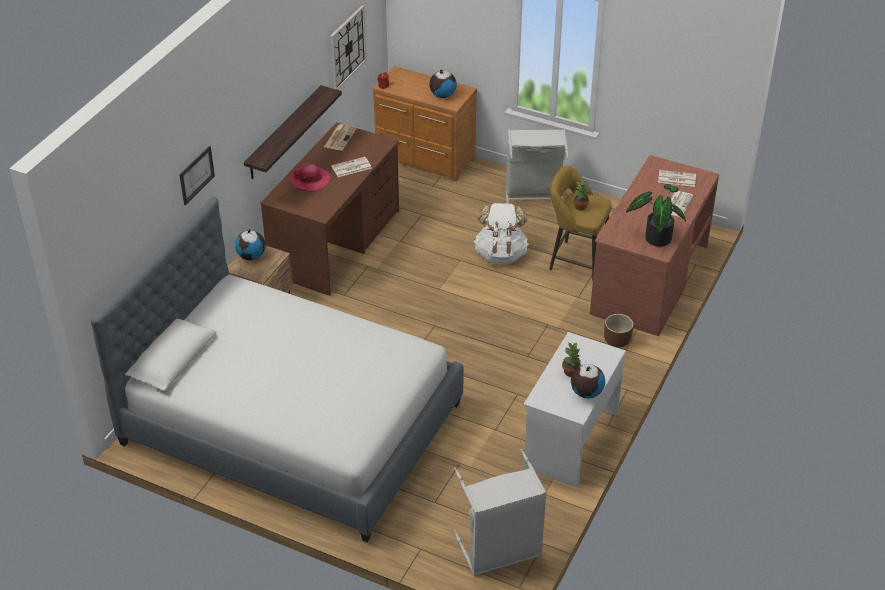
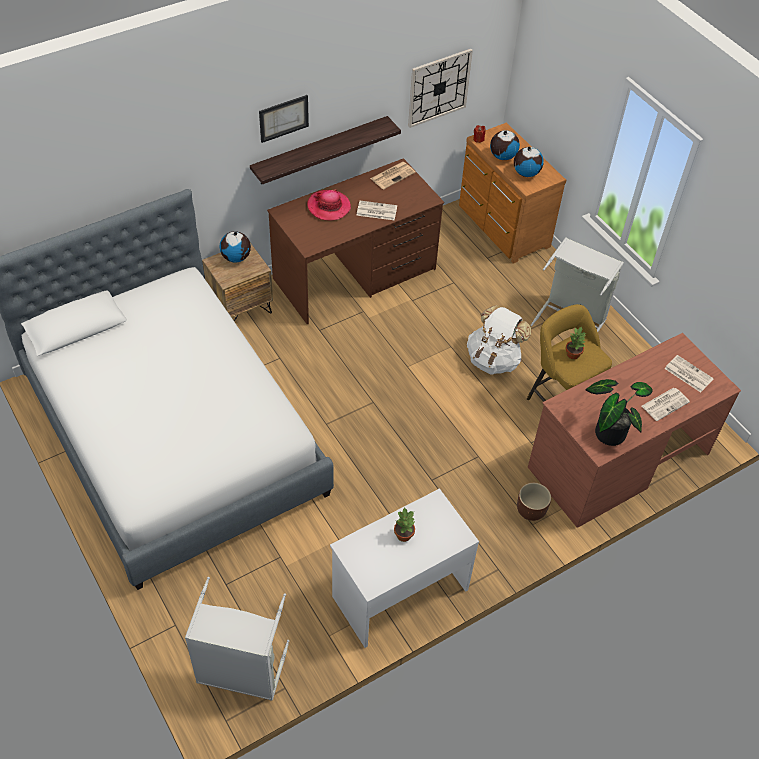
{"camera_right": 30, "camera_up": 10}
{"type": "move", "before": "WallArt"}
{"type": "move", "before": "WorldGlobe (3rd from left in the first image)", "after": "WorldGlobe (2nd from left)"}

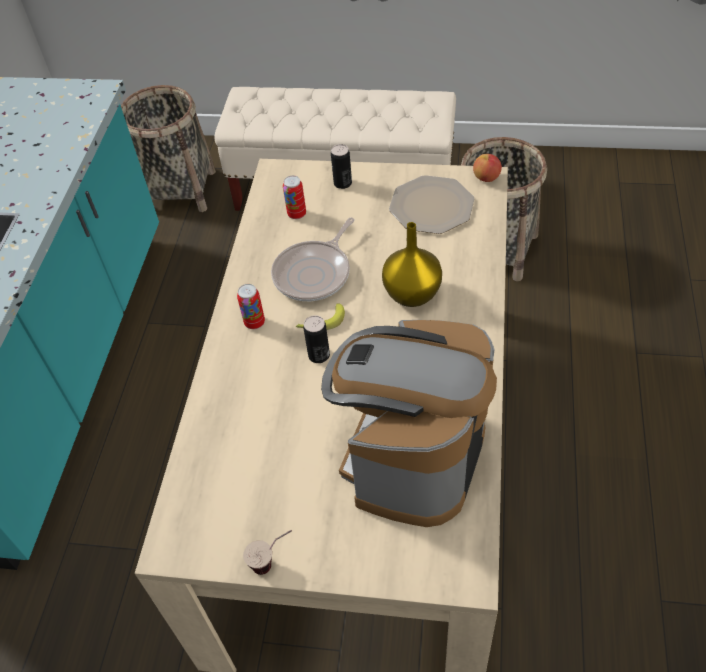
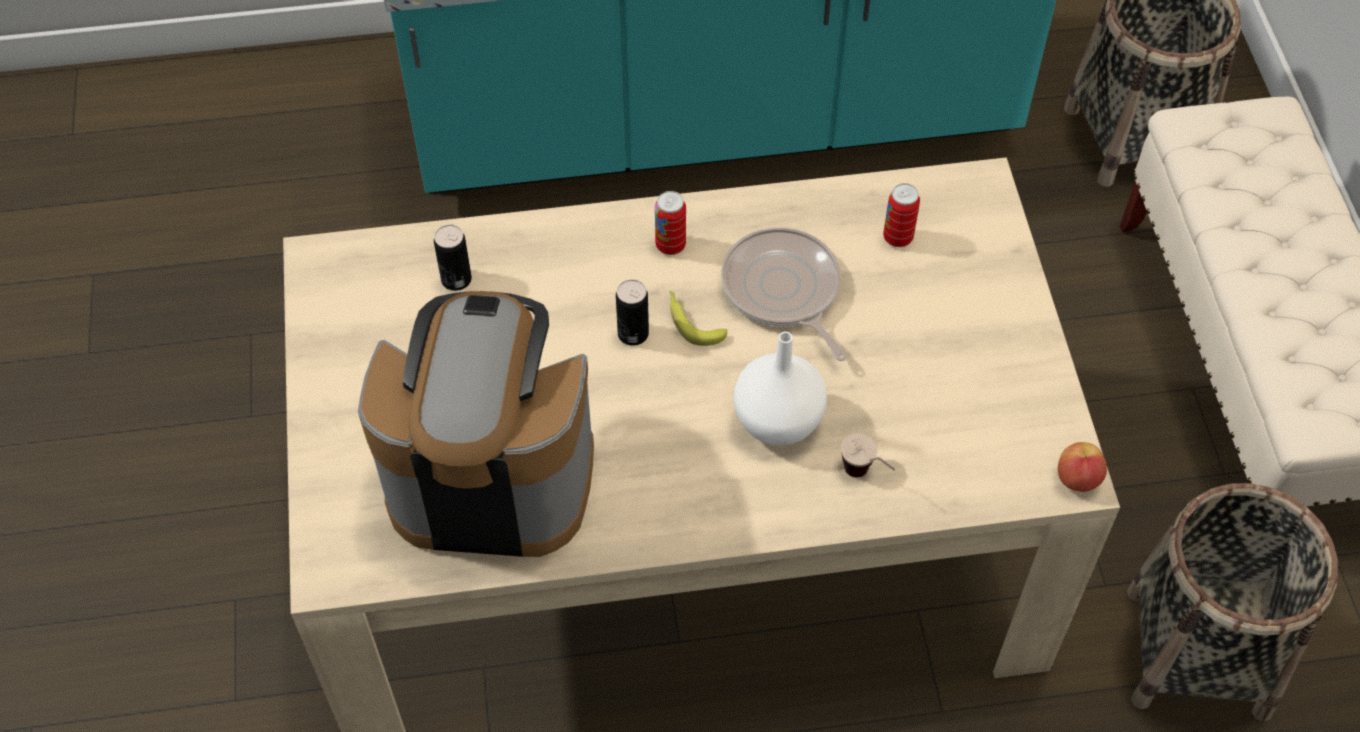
{"camera_right": 70, "camera_up": 5}
{"type": "move", "before": "Cup"}
{"type": "rotate", "before": "Skillet", "turn": 45}
{"type": "move", "before": "SealedCan (4th from left in the first image)", "after": "SealedCan (1st from left)"}
{"type": "recolor", "before": "YellowColouredFlowerVase", "after": "WhitishFlowerVase"}
{"type": "delete", "before": "DinnerPlate"}

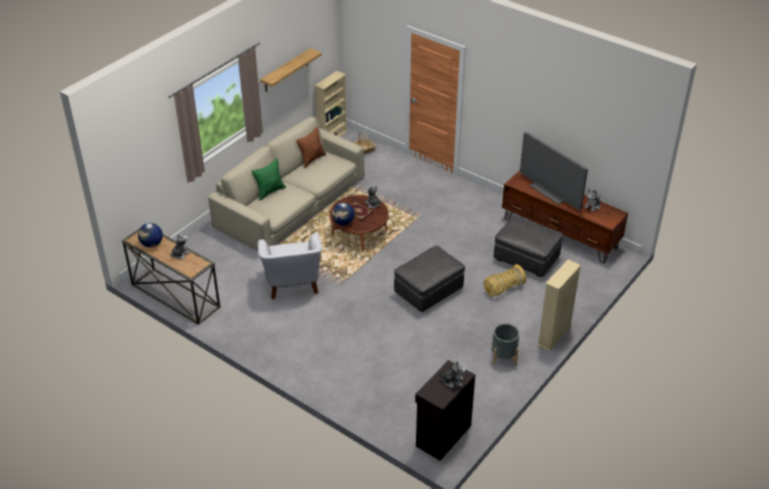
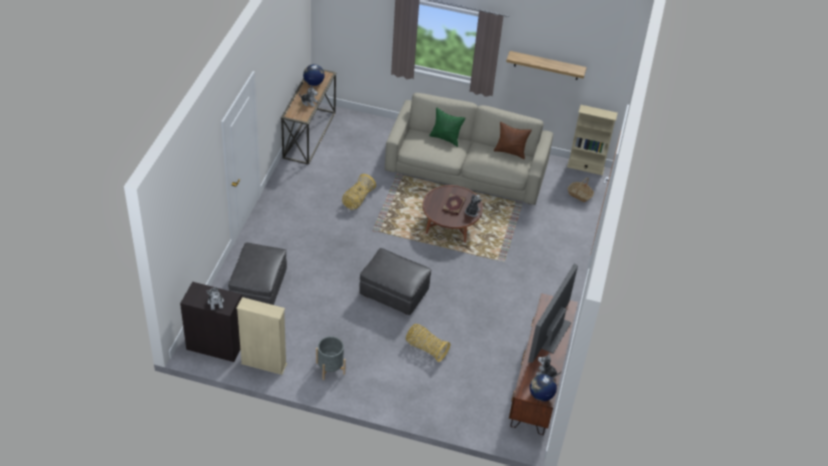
{"camera_right": 65, "camera_up": 5}
{"type": "replace", "before": "WhitishLoungeChair", "after": "HouseholdBasket (1st from left)"}
{"type": "move", "before": "WorldGlobe (2nd from left)"}
{"type": "move", "before": "GreyishFootrest (2nd from left in the first image)", "after": "GreyishFootrest (1st from left)"}
{"type": "move", "before": "BeigeShelvingUnit (2nd from left in the first image)", "after": "BeigeShelvingUnit (1st from left)"}

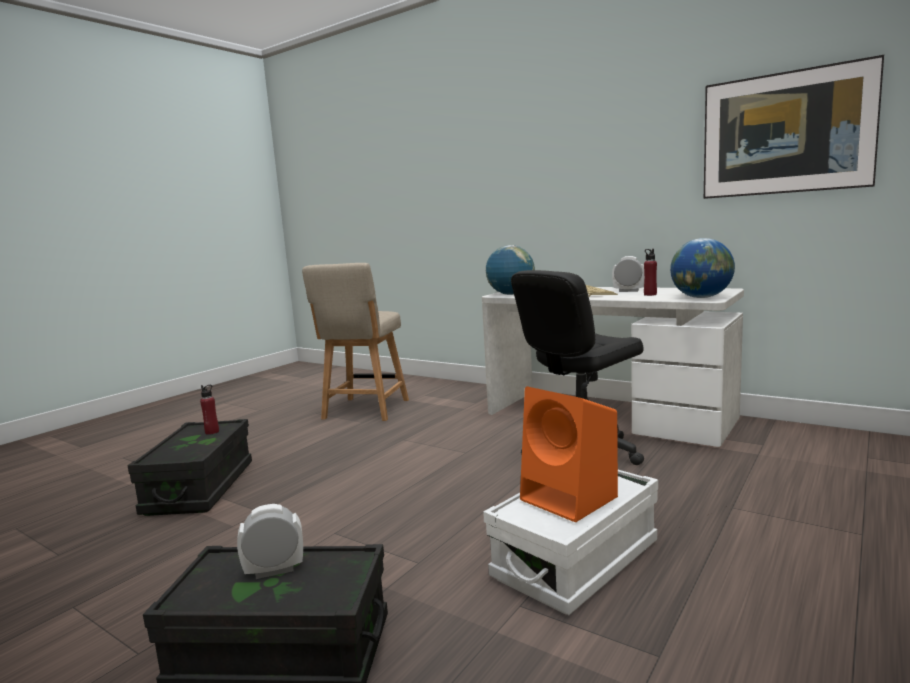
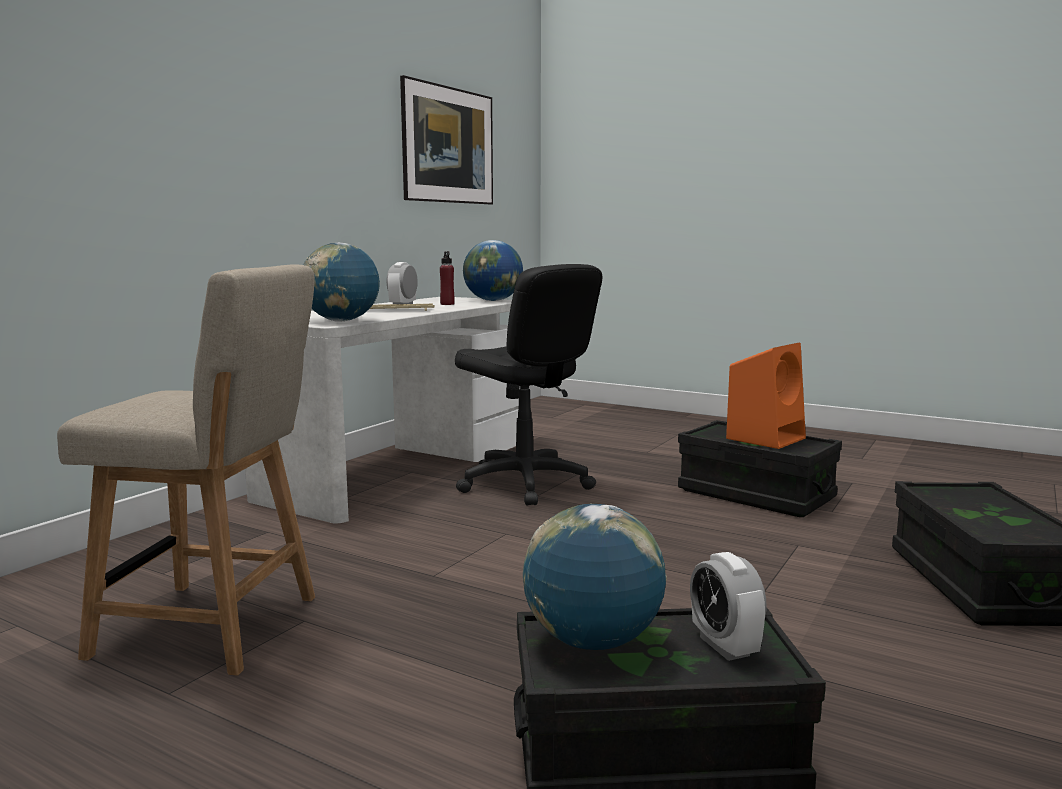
{"camera_right": -95, "camera_up": 0}
{"type": "replace", "before": "RedBottle (1st from left)", "after": "WorldGlobe (3rd from left)"}
{"type": "move", "before": "AlarmClock (1st from left in the first image)", "after": "AlarmClock (2nd from left)"}
{"type": "recolor", "before": "WhitishStorageBin", "after": "BlackStorageBin (2nd from left)"}

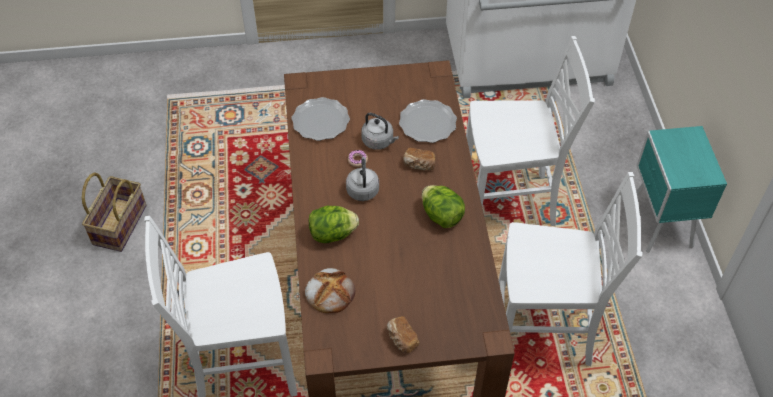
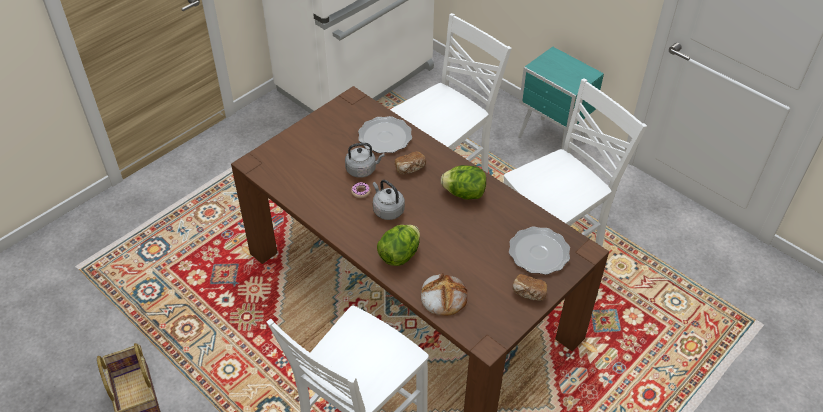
{"camera_right": -40, "camera_up": -5}
{"type": "move", "before": "DinnerPlate (1st from left in the first image)", "after": "DinnerPlate (2nd from left)"}

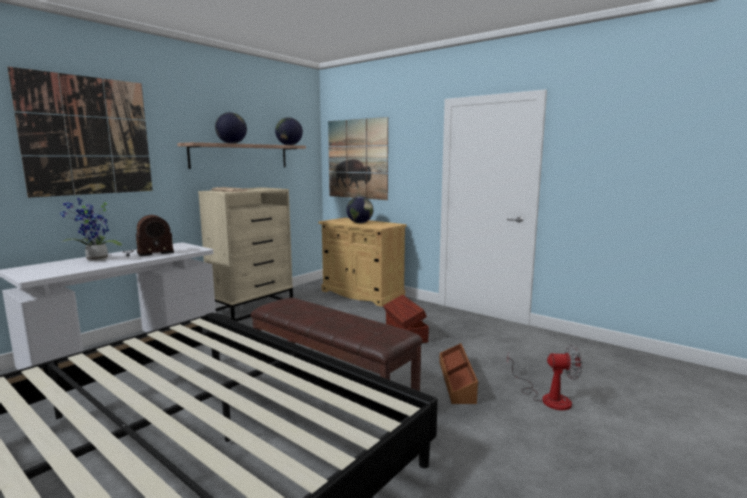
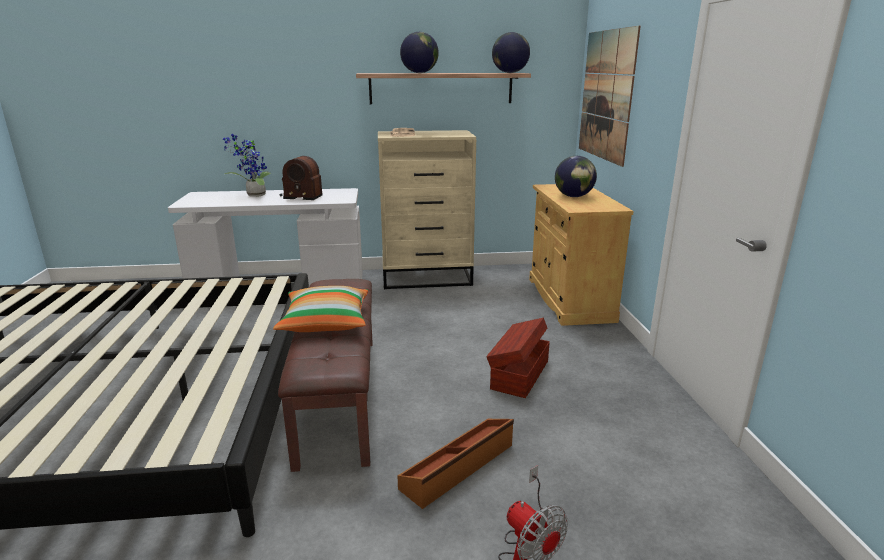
{"camera_right": 45, "camera_up": 10}
{"type": "delete", "before": "WallArt (1st from left)"}
{"type": "insert", "after": "ThrowPillow"}

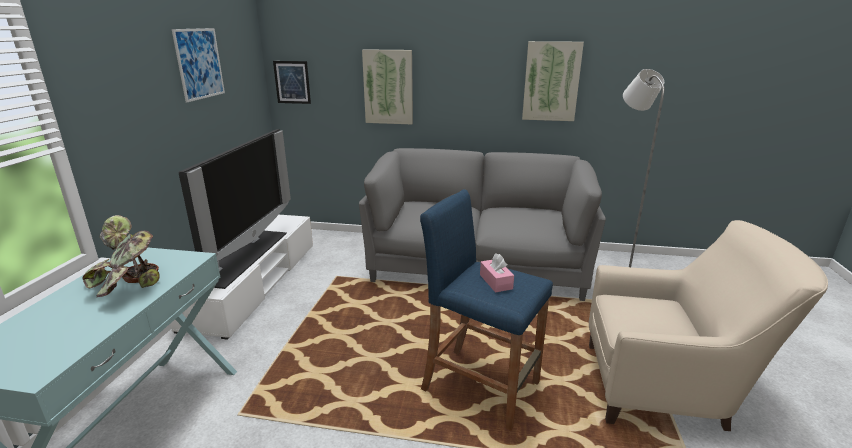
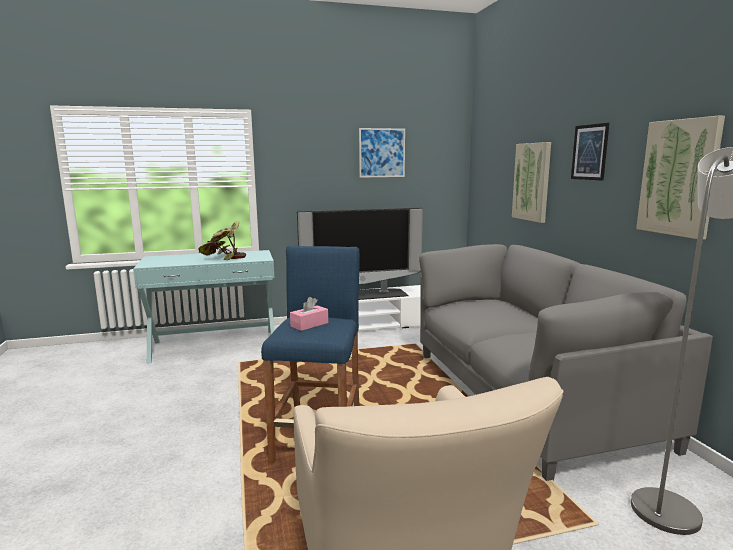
{"camera_right": 65, "camera_up": -10}
{"type": "move", "before": "WallArt (2nd from left in the first image)", "after": "WallArt (3rd from left)"}

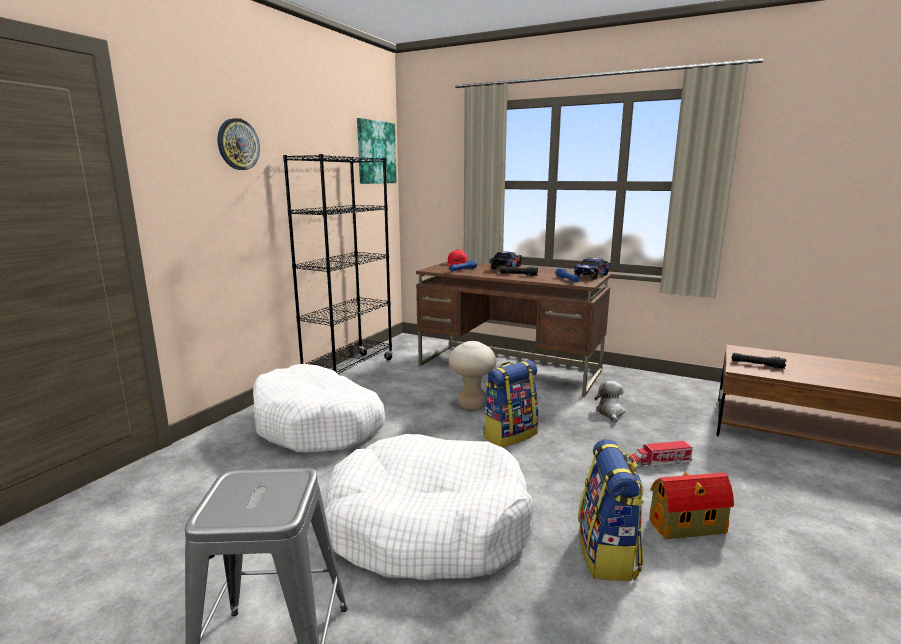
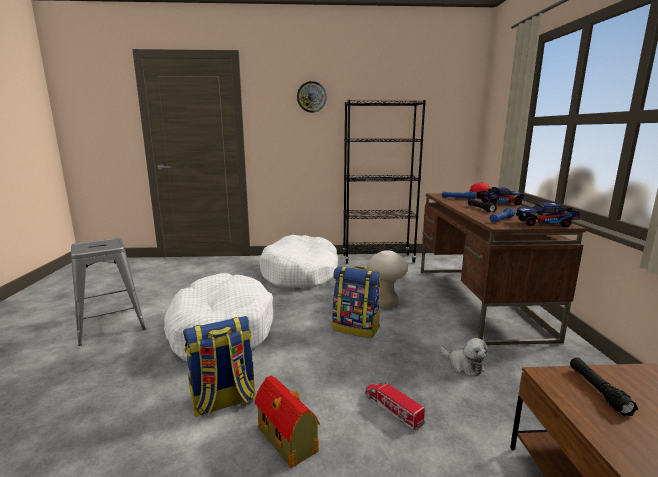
{"camera_right": 60, "camera_up": 0}
{"type": "delete", "before": "WallArt"}
{"type": "rotate", "before": "CuddlyToy", "turn": 75}

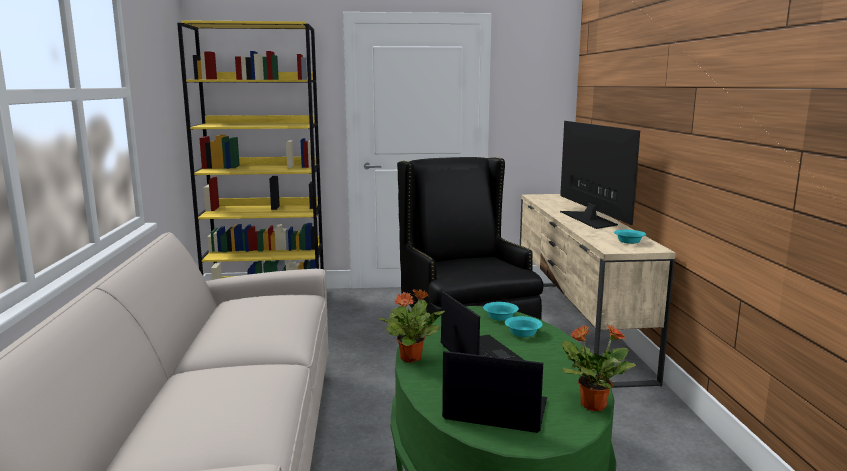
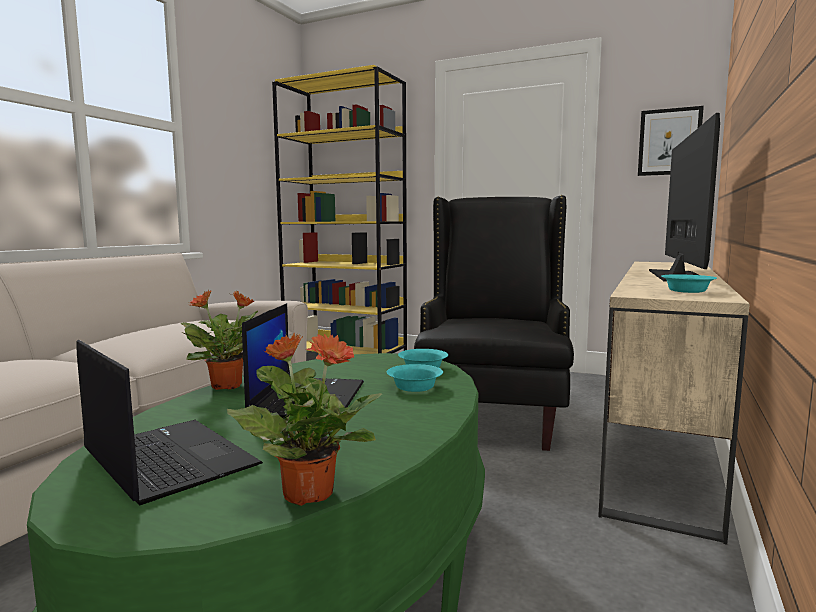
{"camera_right": 30, "camera_up": -5}
{"type": "insert", "after": "WallArt"}

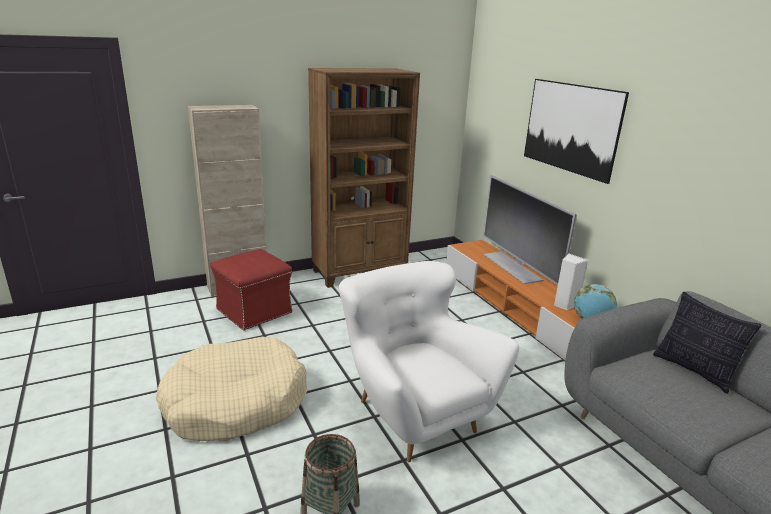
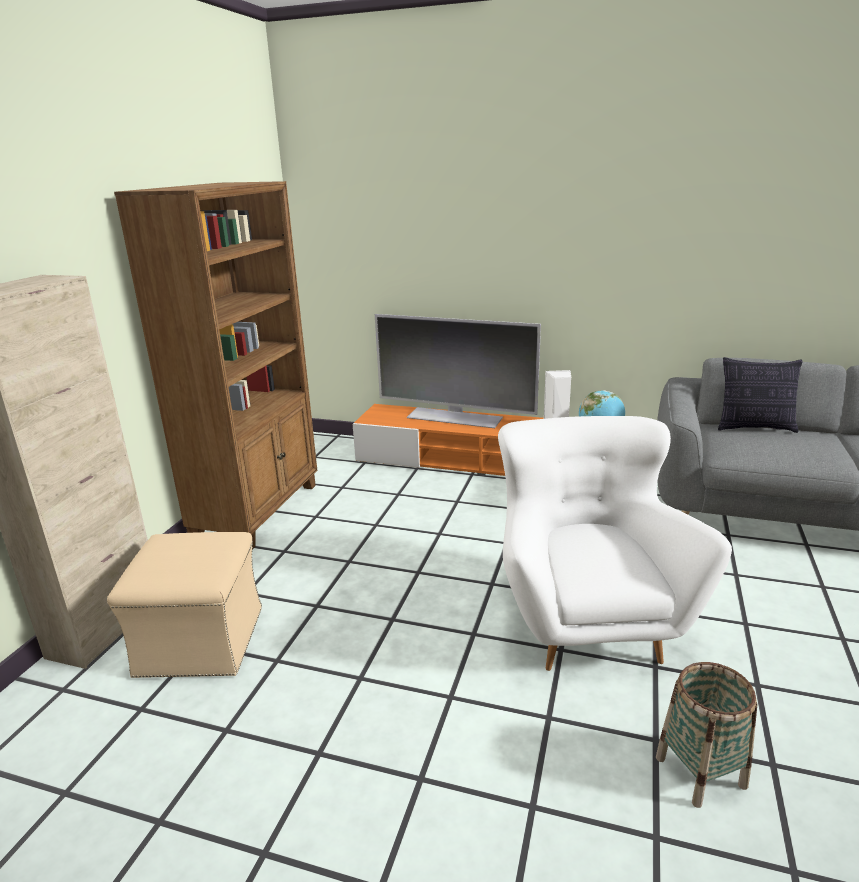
{"camera_right": -45, "camera_up": 0}
{"type": "delete", "before": "BeigeDogBed"}
{"type": "recolor", "before": "RedFootrest", "after": "BeigeFootrest"}
{"type": "rotate", "before": "WhitishLoungeChair", "turn": 75}
{"type": "delete", "before": "WallArt"}

